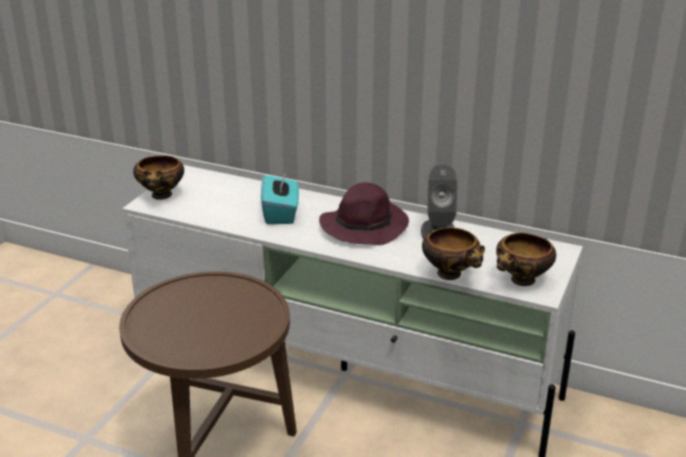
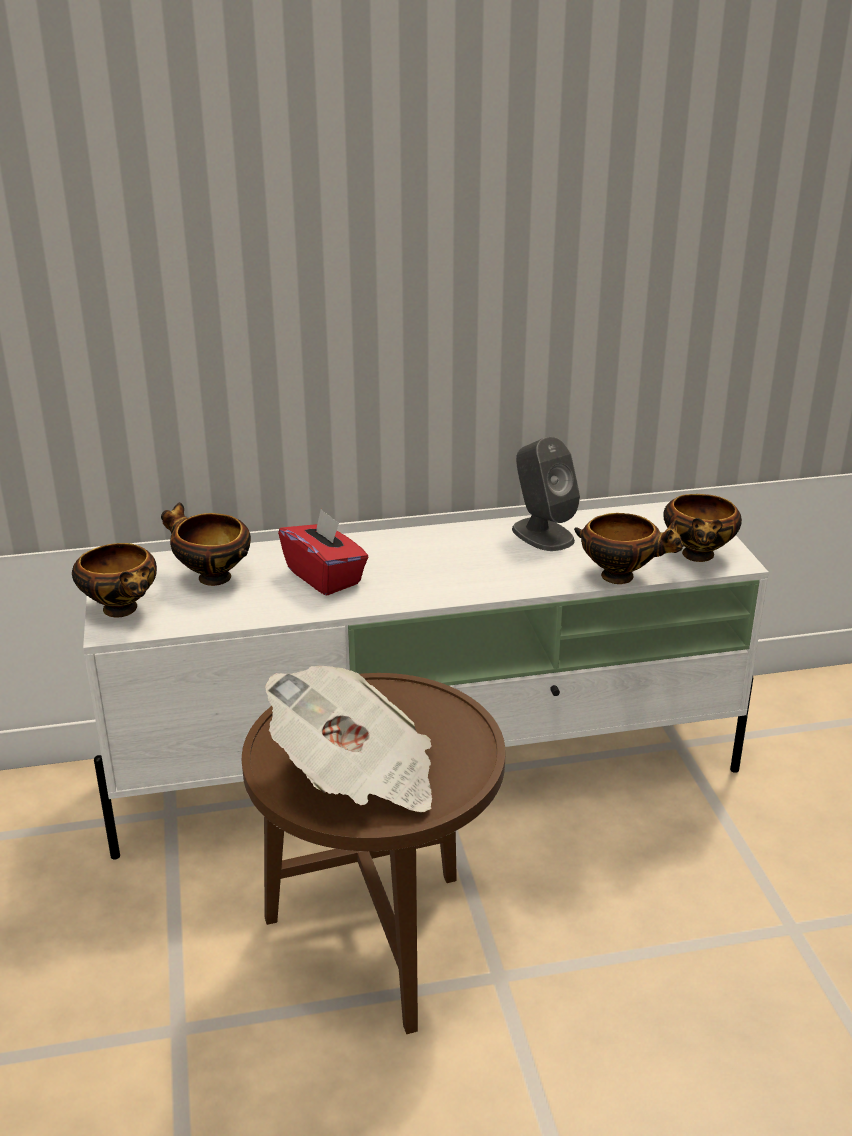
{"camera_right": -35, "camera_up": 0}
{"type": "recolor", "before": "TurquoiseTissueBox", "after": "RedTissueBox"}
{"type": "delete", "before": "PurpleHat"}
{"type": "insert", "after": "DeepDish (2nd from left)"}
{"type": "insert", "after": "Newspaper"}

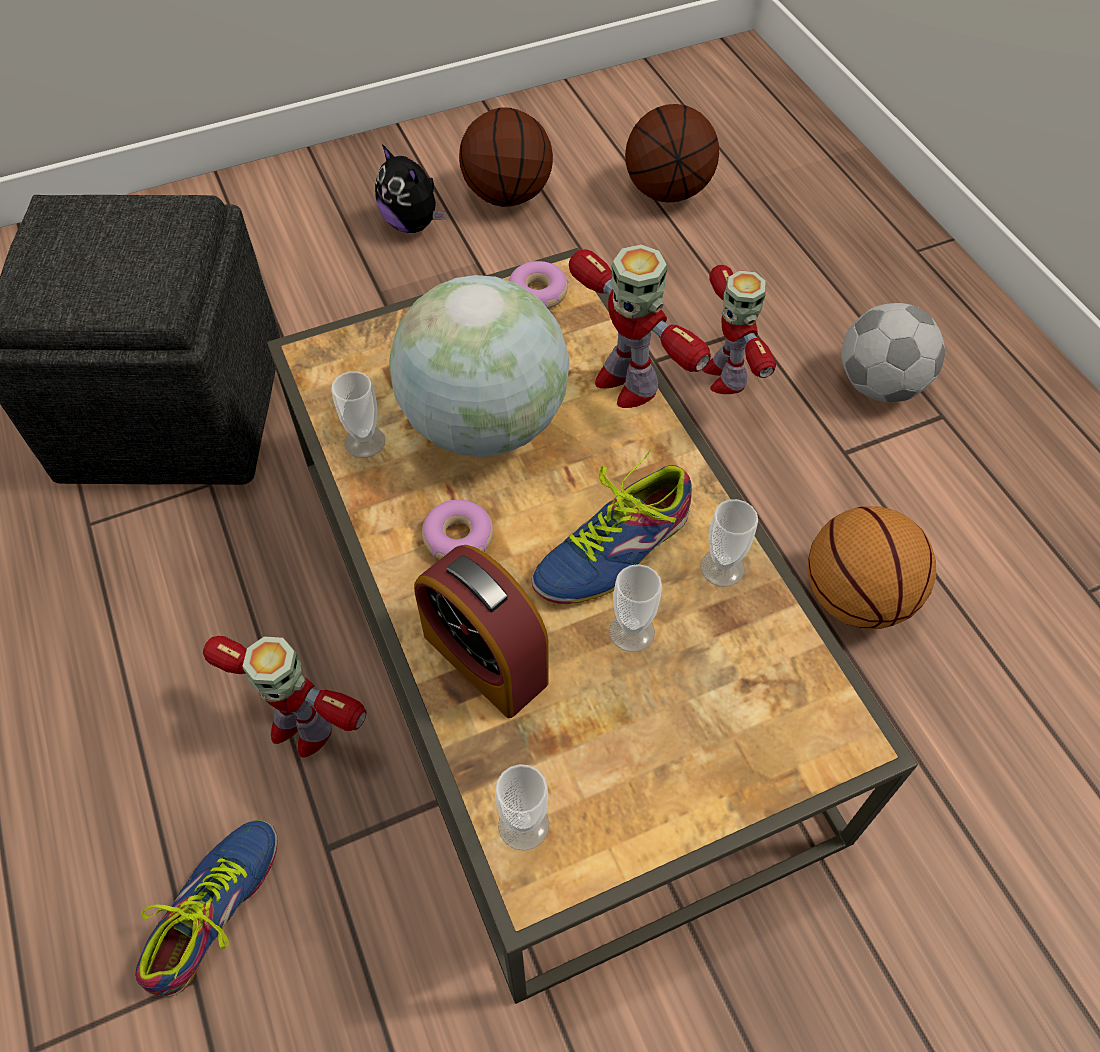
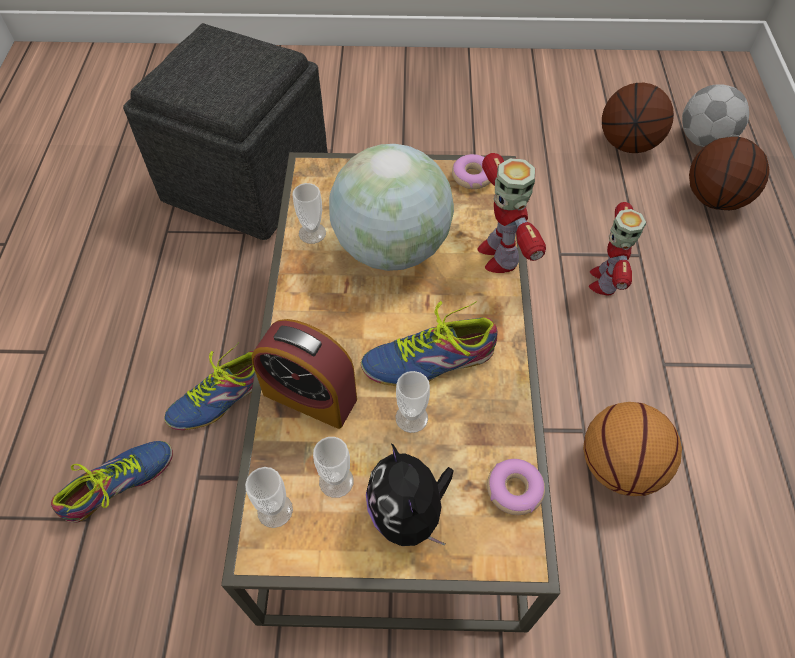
{"camera_right": 25, "camera_up": 0}
{"type": "replace", "before": "ModelRobot (1st from left)", "after": "LowShoe (2nd from left)"}
{"type": "move", "before": "CuddlyToy"}
{"type": "rotate", "before": "AlarmClock", "turn": -45}
{"type": "move", "before": "Doughnut (1st from left in the first image)", "after": "Doughnut (2nd from left)"}
{"type": "move", "before": "Basketball (1st from left in the first image)", "after": "Basketball (3rd from left)"}
{"type": "move", "before": "Cup (4th from left in the first image)", "after": "Cup (3rd from left)"}
{"type": "move", "before": "Football"}

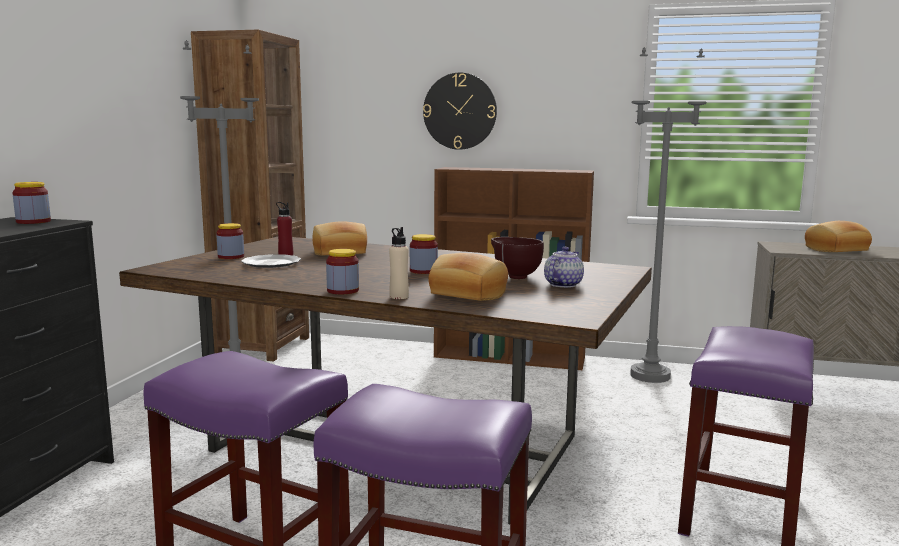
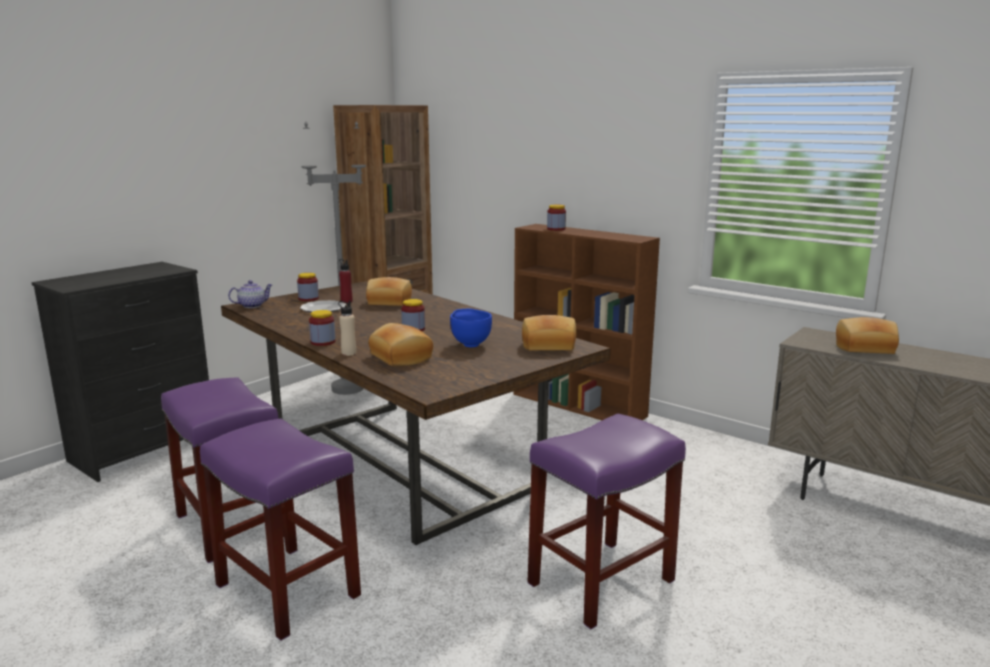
{"camera_right": 25, "camera_up": 5}
{"type": "move", "before": "PreserveJar (1st from left in the first image)", "after": "PreserveJar (4th from left)"}
{"type": "delete", "before": "WallClock"}
{"type": "recolor", "before": "BrownDeepDish", "after": "BlueColouredDeepDish"}
{"type": "move", "before": "TeaPot"}
{"type": "delete", "before": "GreyishStandingLamp (2nd from left)"}
{"type": "insert", "after": "Bread (3rd from left)"}

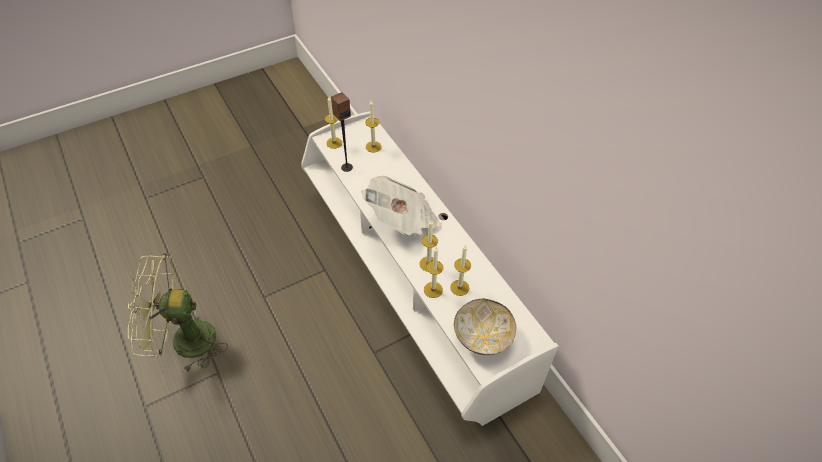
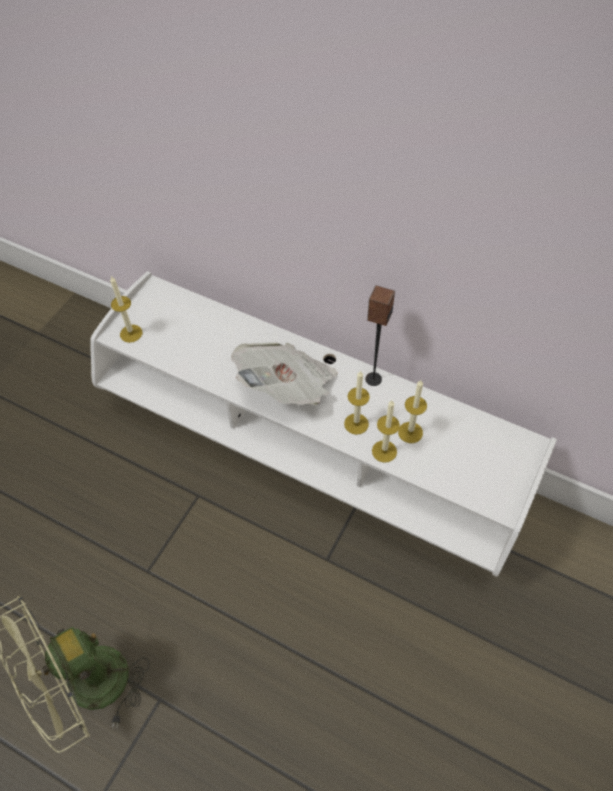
{"camera_right": -30, "camera_up": 5}
{"type": "move", "before": "AudioSpeaker"}
{"type": "delete", "before": "Candle (2nd from left)"}
{"type": "delete", "before": "DeepDish"}

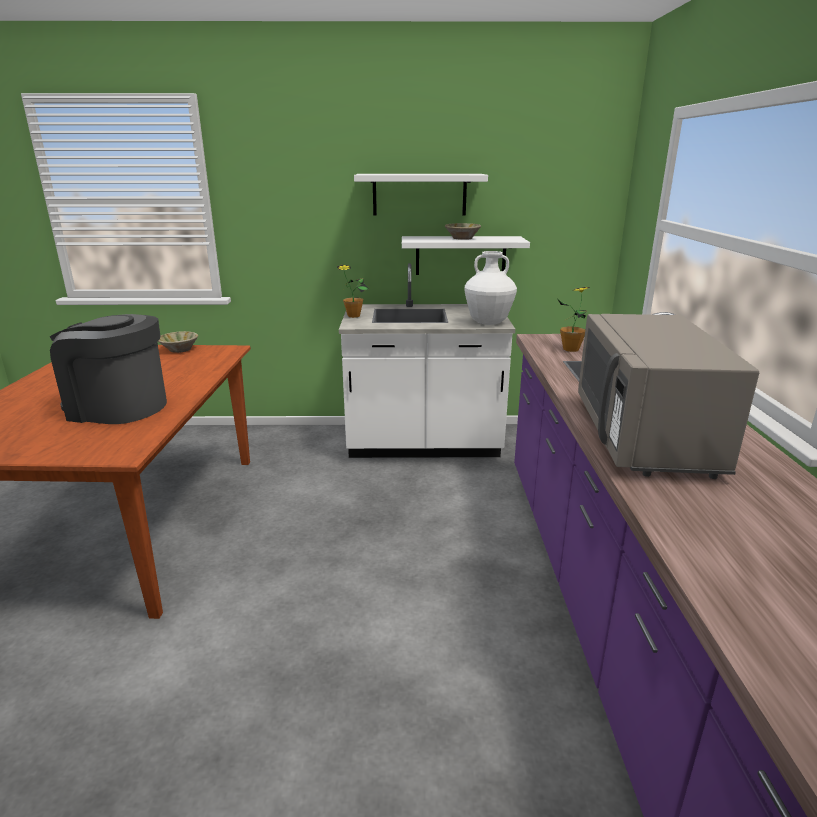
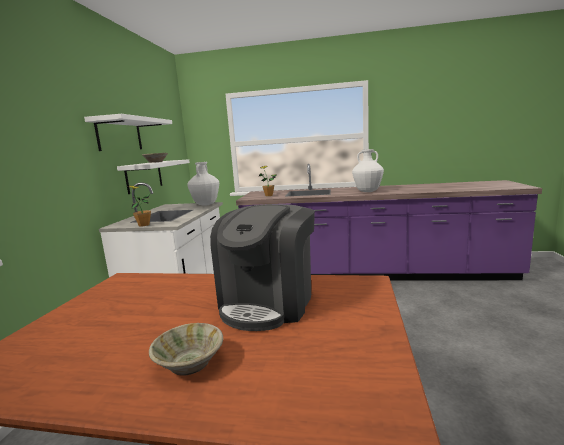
{"camera_right": -80, "camera_up": -10}
{"type": "move", "before": "BeigeDeepDish (1st from left in the first image)", "after": "BeigeDeepDish (2nd from left)"}
{"type": "replace", "before": "GreyishMicrowave", "after": "WhitishFlowerVase (2nd from left)"}

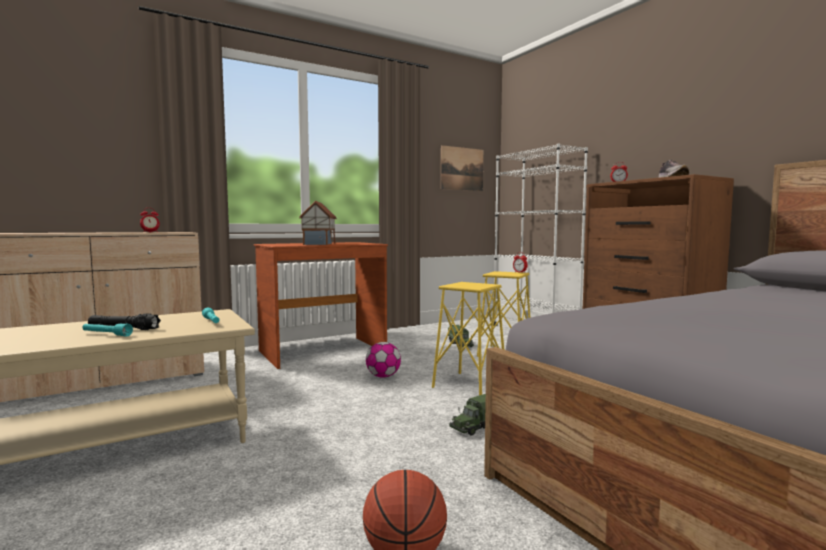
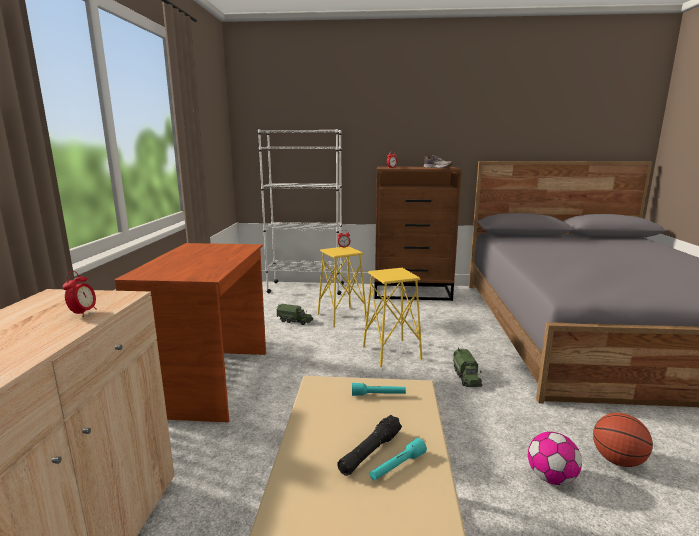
{"camera_right": -55, "camera_up": 10}
{"type": "delete", "before": "MiniatureHouse"}
{"type": "move", "before": "Football"}
{"type": "delete", "before": "WallArt"}

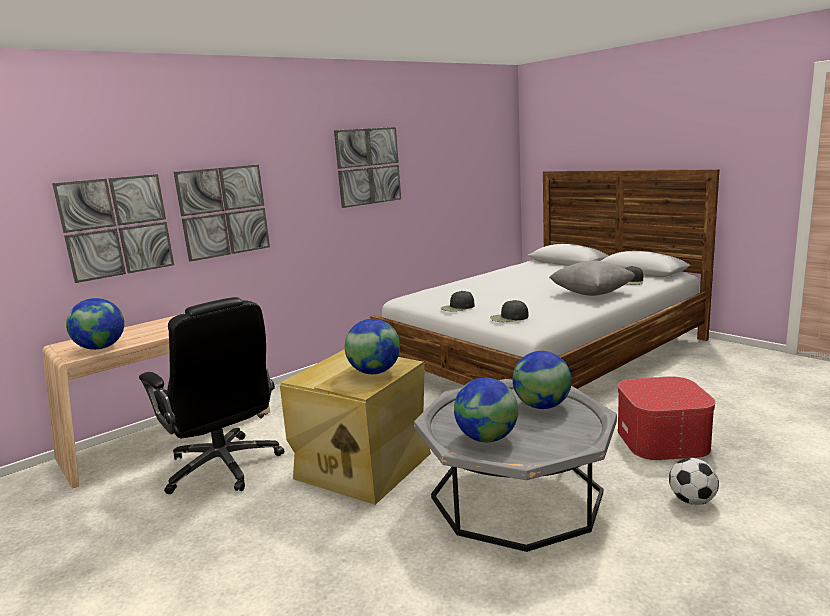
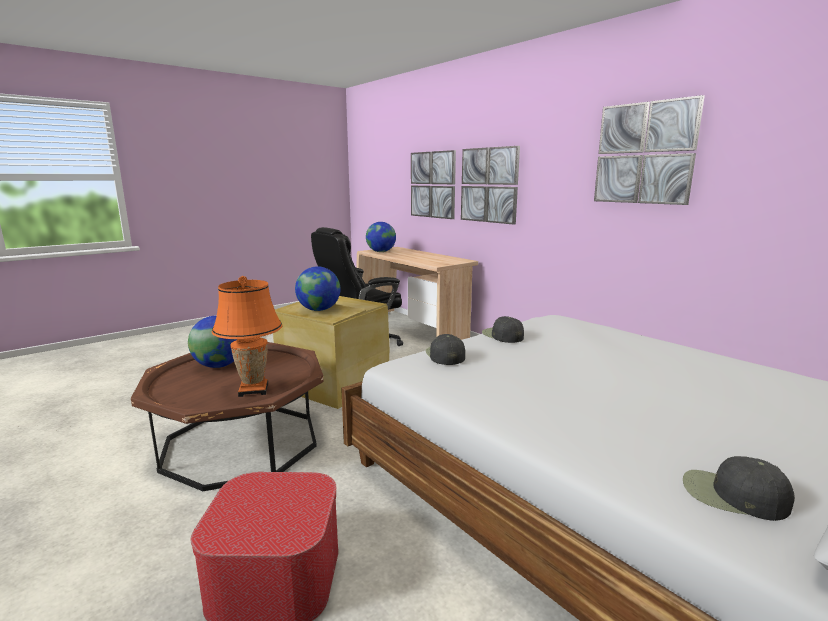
{"camera_right": 90, "camera_up": 0}
{"type": "recolor", "before": "GreyishCoffeeTable", "after": "BrownCoffeeTable"}
{"type": "replace", "before": "WorldGlobe (4th from left)", "after": "OrangeColouredTableLamp"}
{"type": "delete", "before": "GreyishThrowPillow"}
{"type": "delete", "before": "Football"}

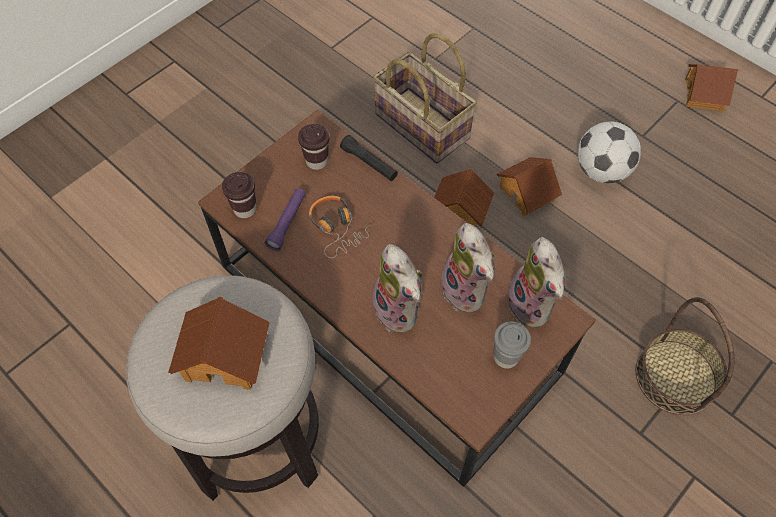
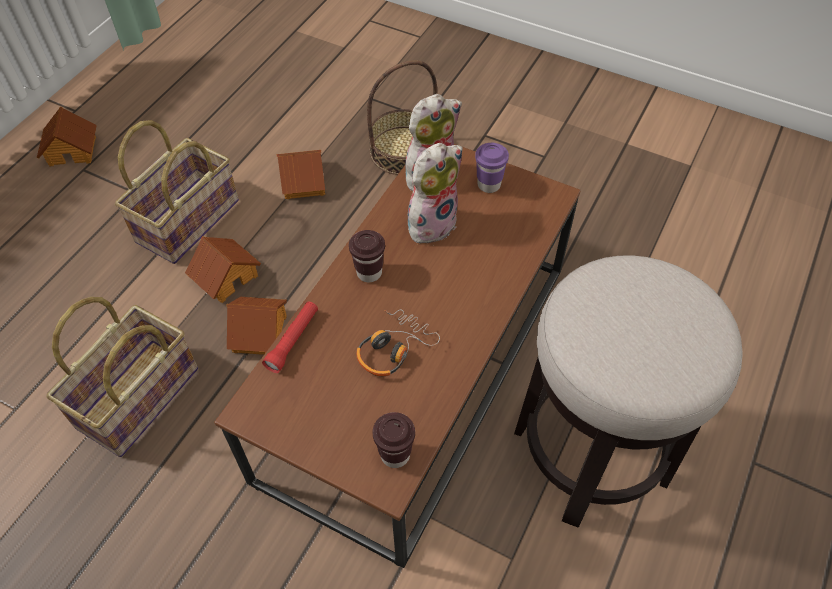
{"camera_right": -105, "camera_up": -5}
{"type": "move", "before": "MiniatureHouse (1st from left in the first image)", "after": "MiniatureHouse (4th from left)"}
{"type": "delete", "before": "PurpleTorch"}
{"type": "move", "before": "BrownCup (2nd from left in the first image)", "after": "BrownCup (1st from left)"}
{"type": "recolor", "before": "BlackTorch", "after": "RedTorch"}
{"type": "delete", "before": "CuddlyToy (1st from left)"}
{"type": "recolor", "before": "GreyishCup", "after": "PurpleCup"}
{"type": "replace", "before": "Football", "after": "HouseholdBasket (2nd from left)"}

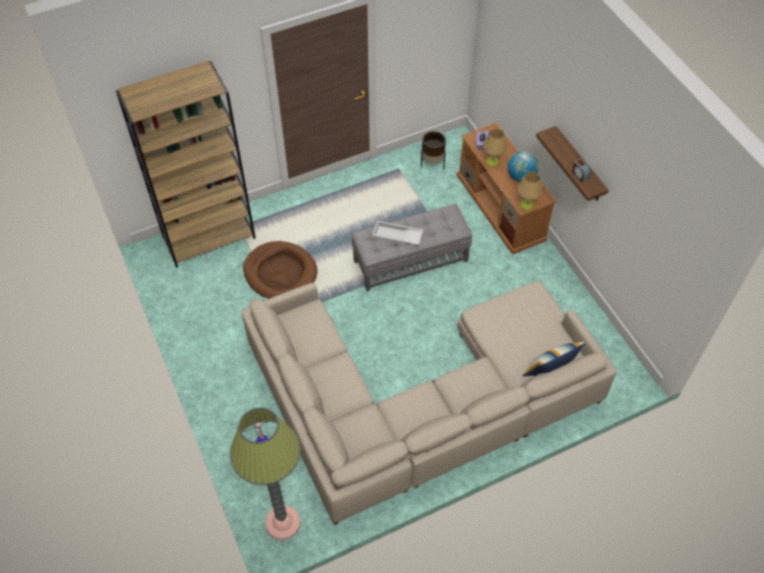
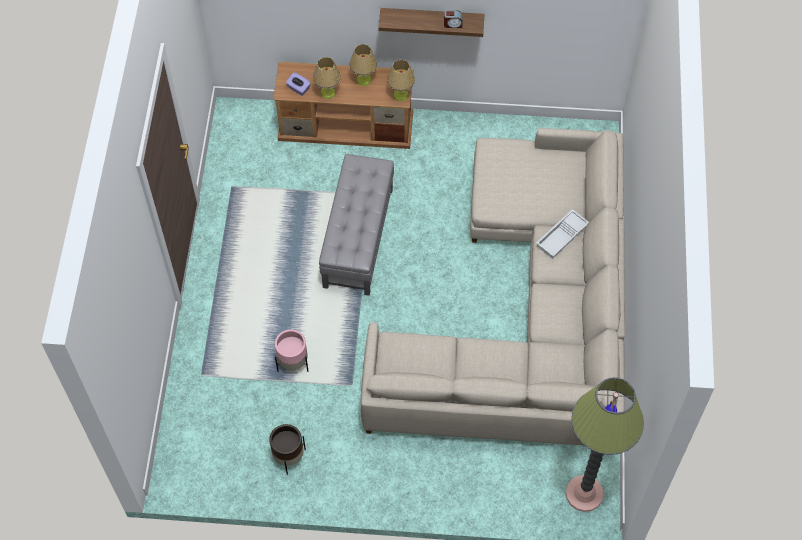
{"camera_right": -60, "camera_up": 5}
{"type": "delete", "before": "BrownShelvingUnit"}
{"type": "replace", "before": "BrownDogBed", "after": "PinkishPlanter"}
{"type": "move", "before": "WhitishTray"}
{"type": "move", "before": "BrownPlanter"}
{"type": "replace", "before": "WorldGlobe", "after": "TableLamp (2nd from left)"}
{"type": "delete", "before": "ThrowPillow"}

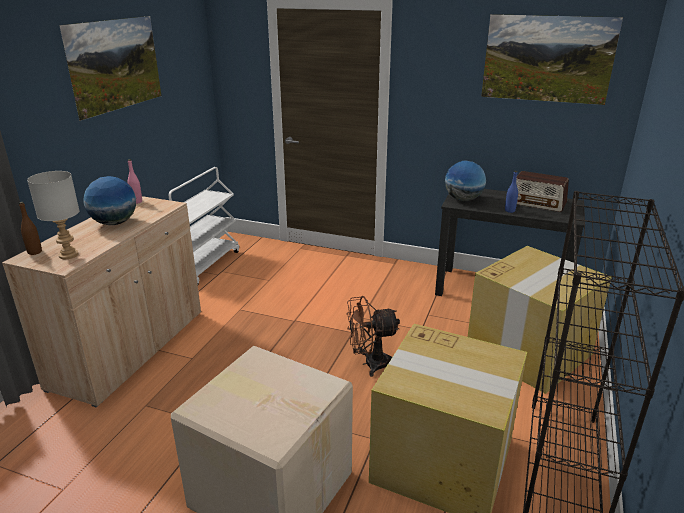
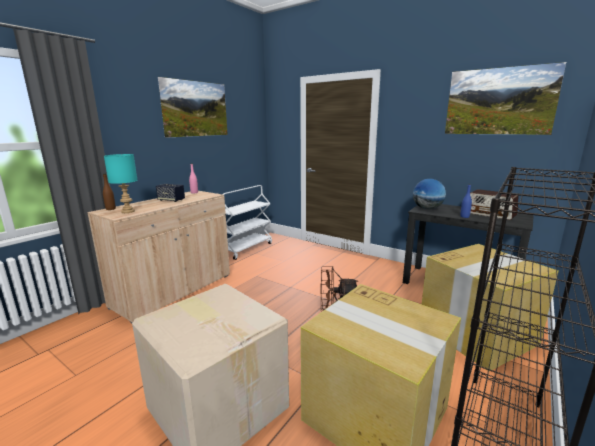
{"camera_right": 15, "camera_up": -10}
{"type": "recolor", "before": "GreyishTableLamp", "after": "TurquoiseTableLamp"}
{"type": "replace", "before": "WorldGlobe (1st from left)", "after": "AudioSpeaker"}

